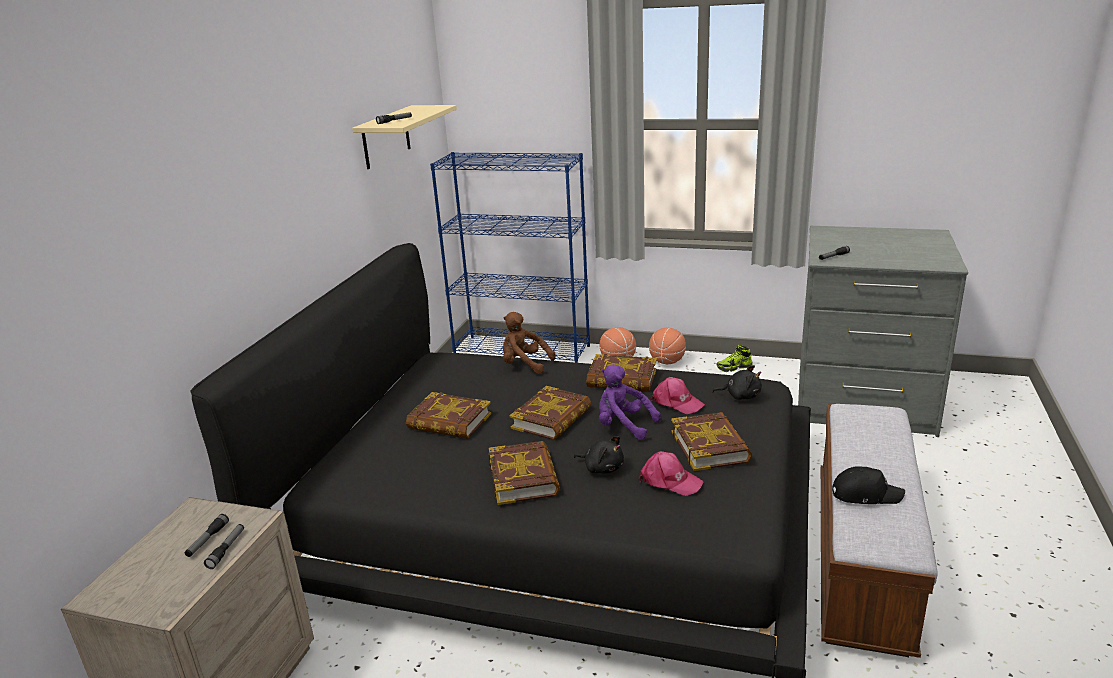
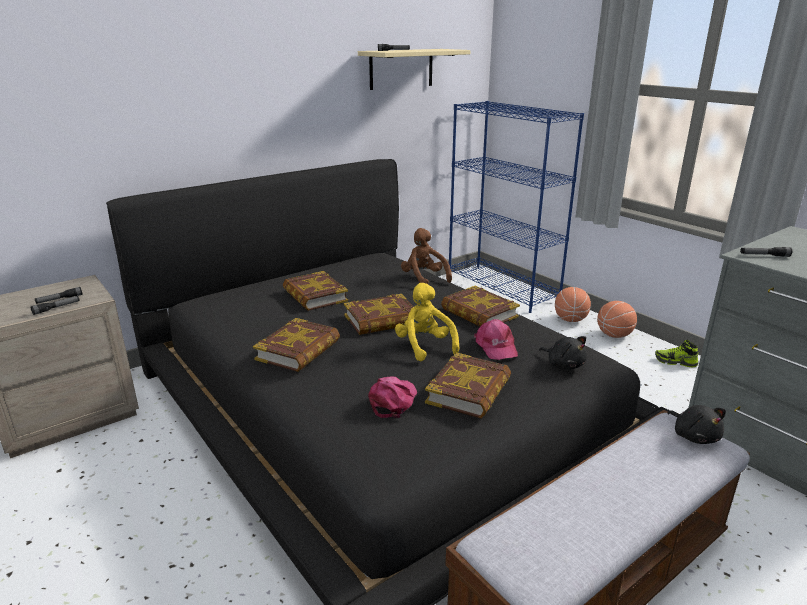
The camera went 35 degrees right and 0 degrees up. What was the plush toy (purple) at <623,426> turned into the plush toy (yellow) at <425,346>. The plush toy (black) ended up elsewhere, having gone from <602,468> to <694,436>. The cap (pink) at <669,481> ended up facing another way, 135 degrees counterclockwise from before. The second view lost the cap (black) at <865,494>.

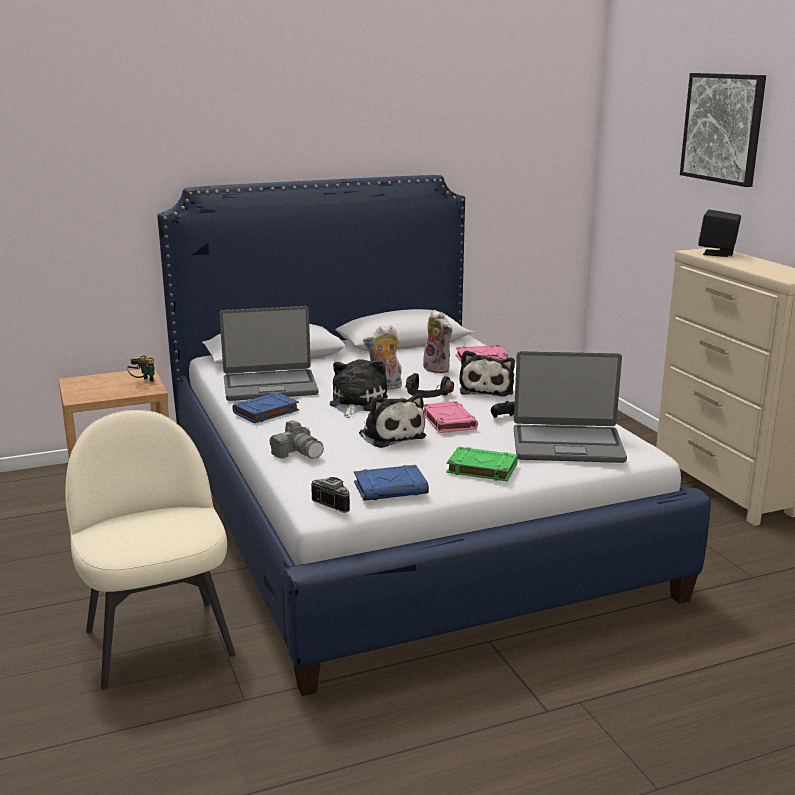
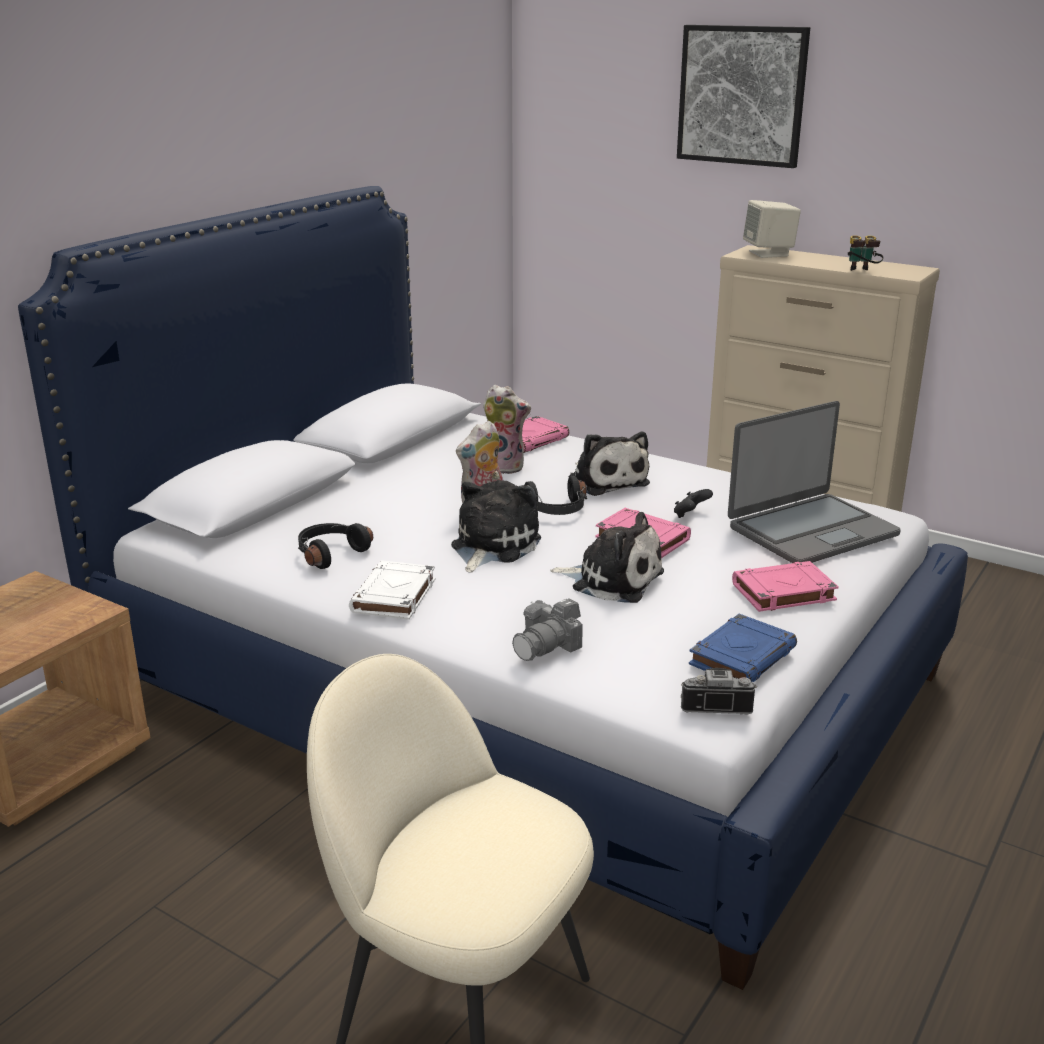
The camera went 35 degrees left and 5 degrees up. What was the speaker (black) at <717,253> turned into the speaker (beige) at <769,253>. Where the laptop stood at <270,386>, the headphones (black) came to stand at <330,553>. The binoculars ended up elsewhere, having gone from <143,382> to <861,272>. The plush toy at <356,403> ended up facing another way, 45 degrees clockwise from before. What was the book (blue) at <265,412> turned into the book (white) at <394,597>. The photo camera at <298,453> ended up facing another way, 120 degrees clockwise from before. What was the book (green) at <481,468> turned into the book (pink) at <782,592>.

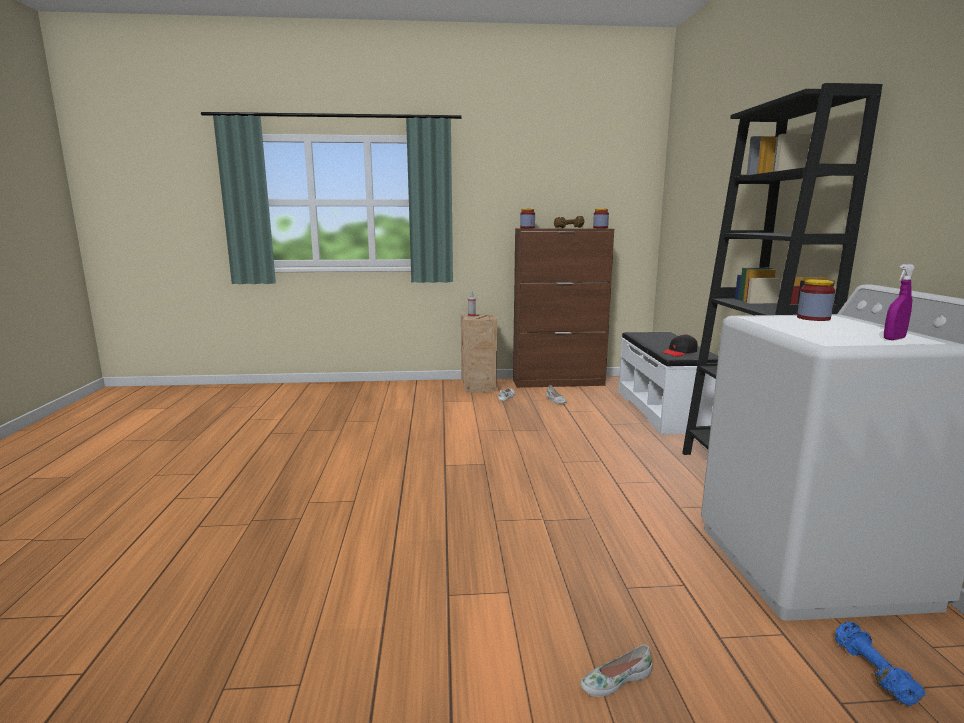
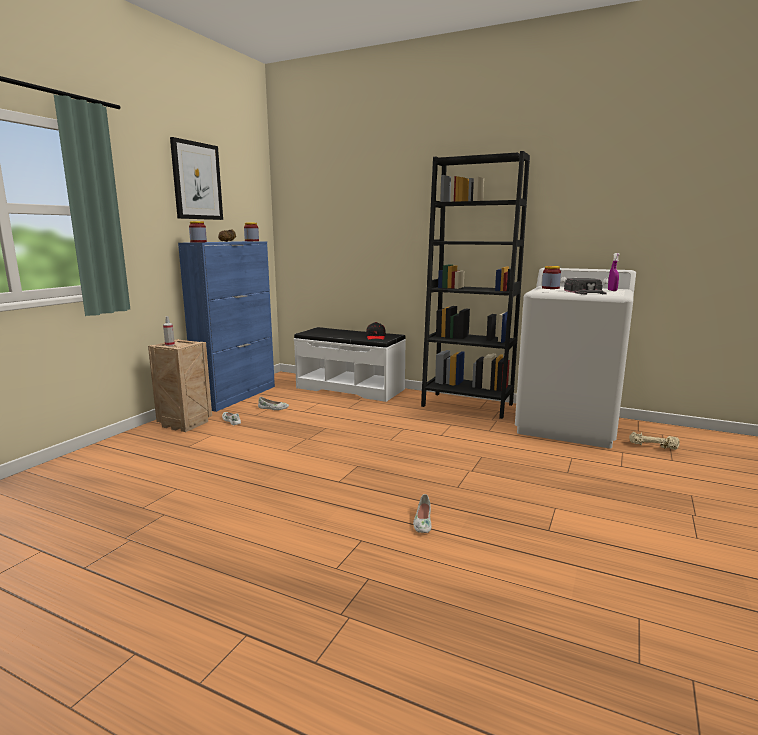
The camera went 60 degrees left and 0 degrees up. What was the cabinet (brown) at <558,382> turned into the cabinet (blue) at <237,396>. What was the dumbbell (blue) at <871,672> turned into the dumbbell (beige) at <653,447>. The shoe (white) ended up elsewhere, having gone from <615,680> to <422,522>. The second view gained the picture at <196,181>. The second view gained the cap (black) at <585,292>.

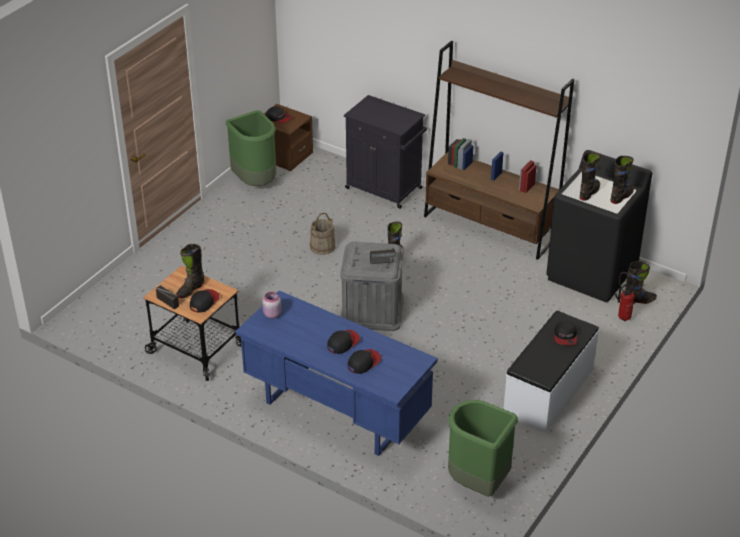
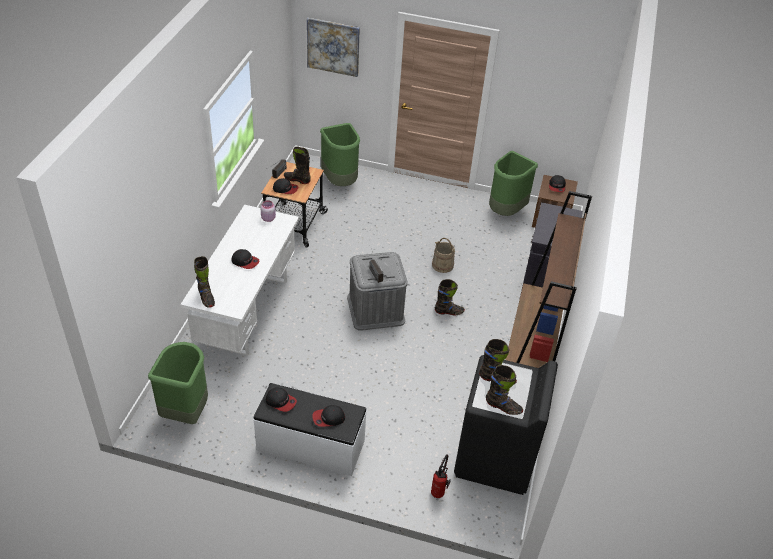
The camera went 70 degrees right and 5 degrees up. The boot (black) ended up elsewhere, having gone from <639,300> to <206,298>. What was the desk (blue) at <335,412> turned into the desk (white) at <247,311>. The cap ended up elsewhere, having gone from <364,362> to <281,401>. The second view gained the picture at <333,47>. The second view gained the trash can (green) at <340,181>.

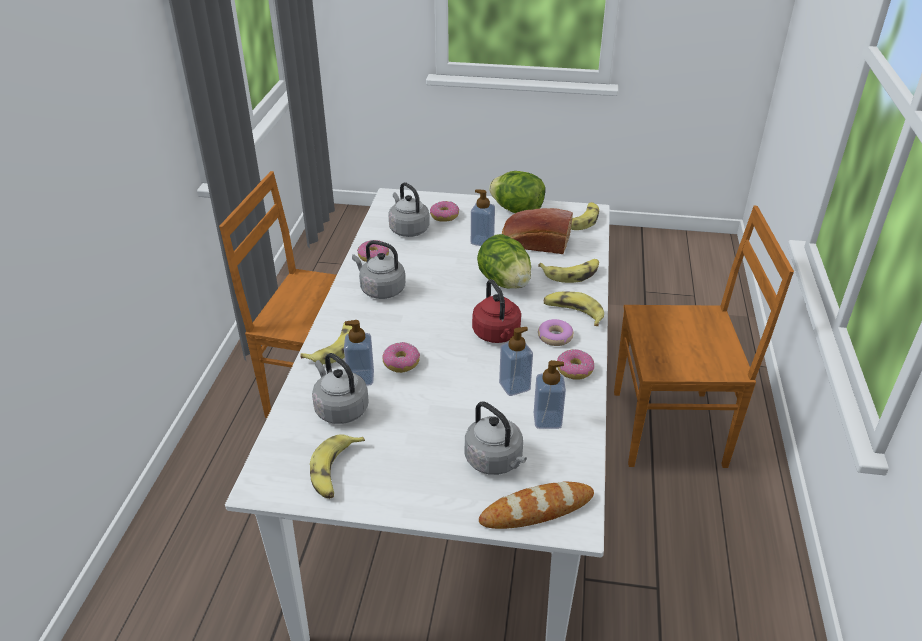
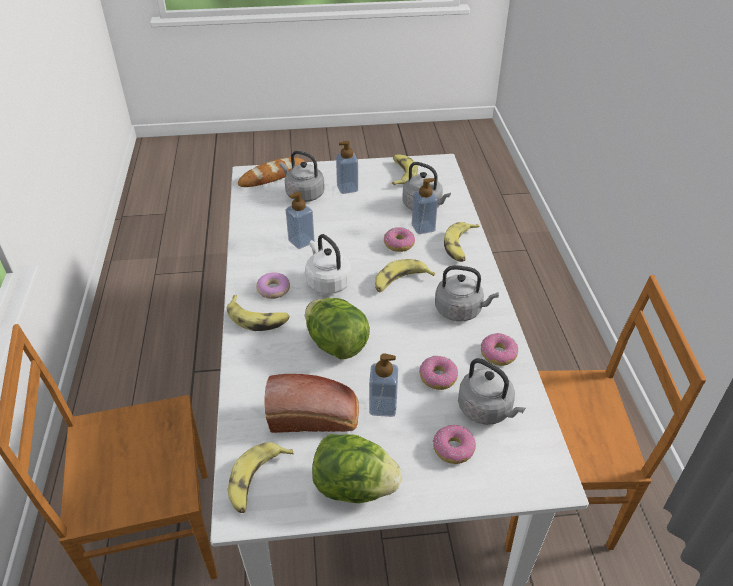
The camera went 165 degrees right and 5 degrees up. The banana ended up elsewhere, having gone from <571,274> to <400,282>. What was the kettle (red) at <497,335> turned into the kettle (white) at <327,282>. The donut ended up elsewhere, having gone from <575,370> to <437,377>. The soap dispenser ended up elsewhere, having gone from <547,420> to <347,188>.

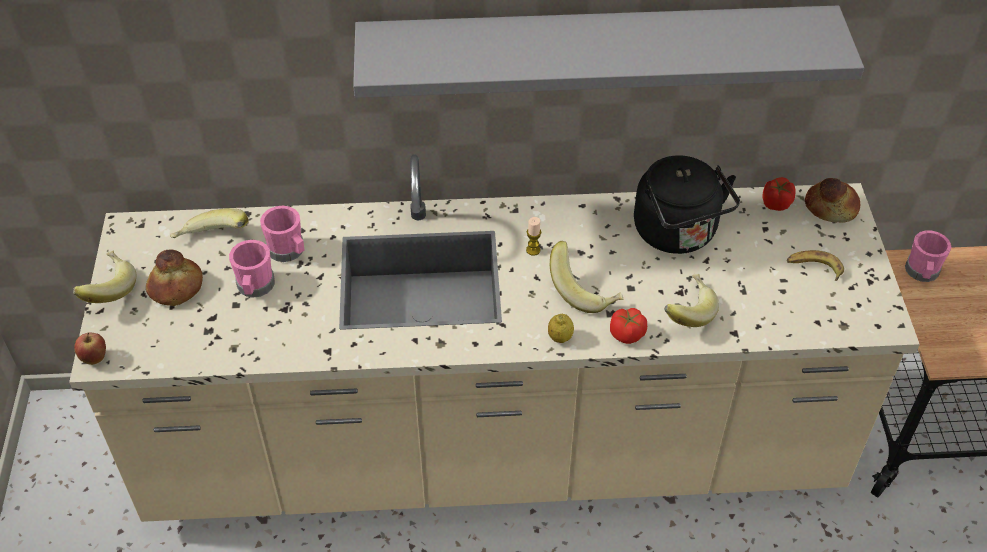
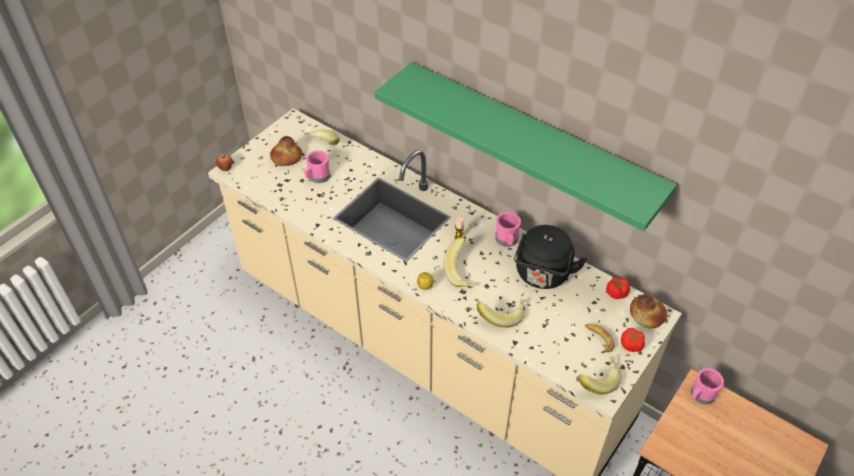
The camera went 40 degrees right and 0 degrees up. What was the shelf (grey) at <596,49> turned into the shelf (green) at <531,140>. The mug (pink) ended up elsewhere, having gone from <288,251> to <507,240>. The banana ended up elsewhere, having gone from <107,289> to <597,380>. The tomato ended up elsewhere, having gone from <627,334> to <631,345>.

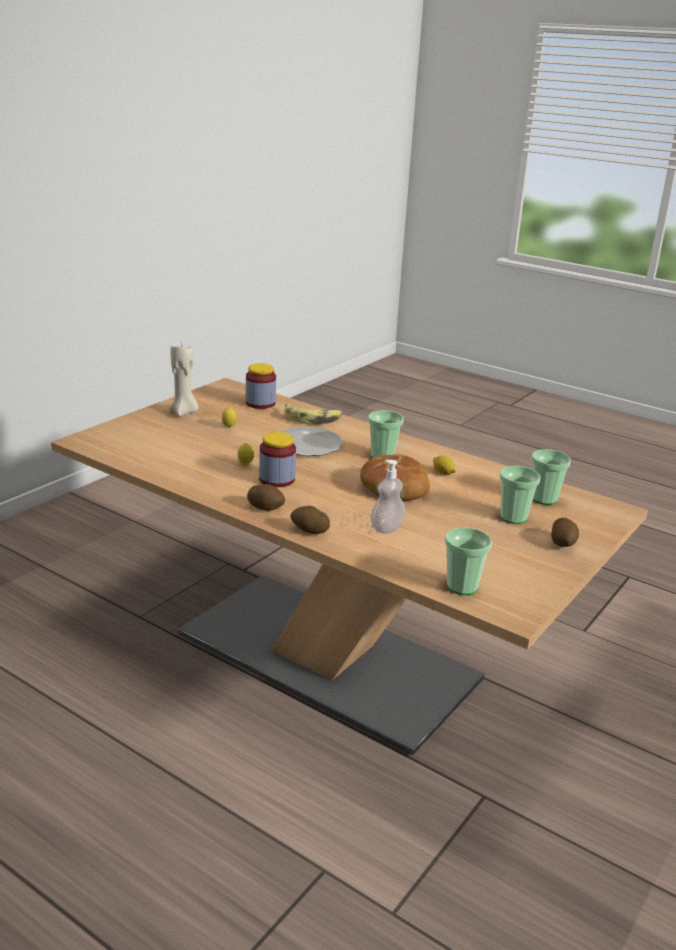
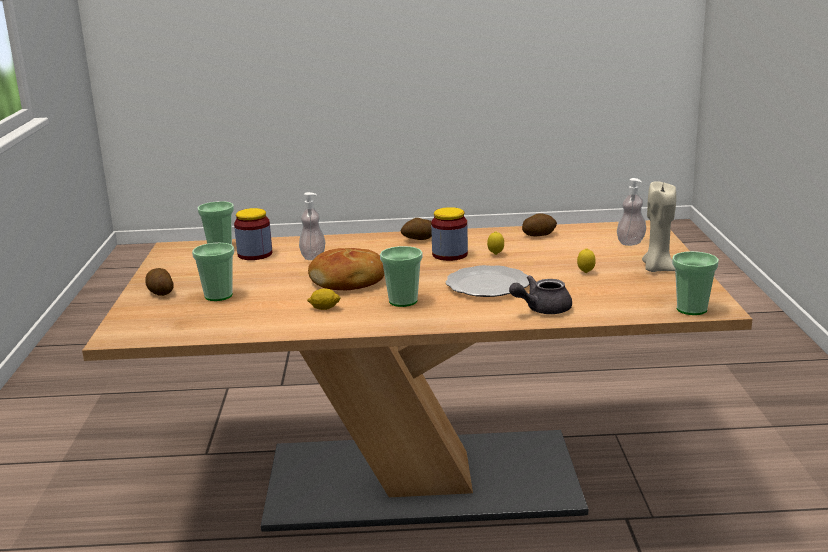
The camera went 145 degrees right and 5 degrees down. The jar ended up elsewhere, having gone from <260,403> to <255,254>. Where the banana stood at <312,419>, the teapot (grey) came to stand at <542,309>. The cup ended up elsewhere, having gone from <544,499> to <691,309>. The potato ended up elsewhere, having gone from <309,530> to <539,235>. The second view gained the soap dispenser at <630,243>.

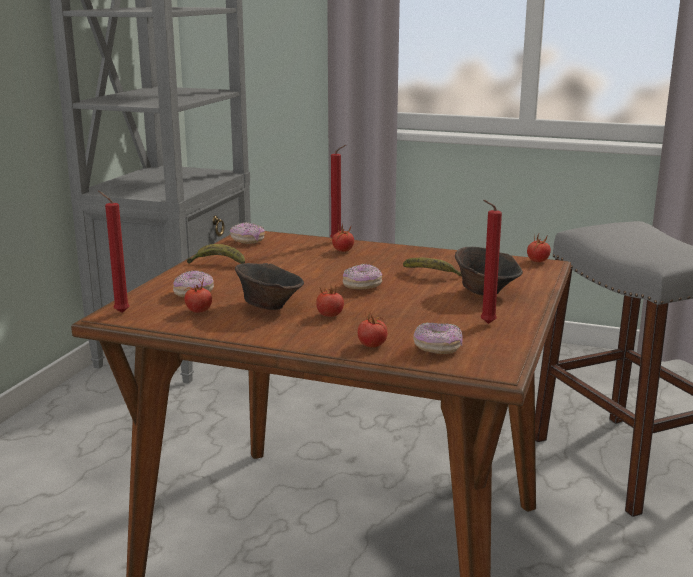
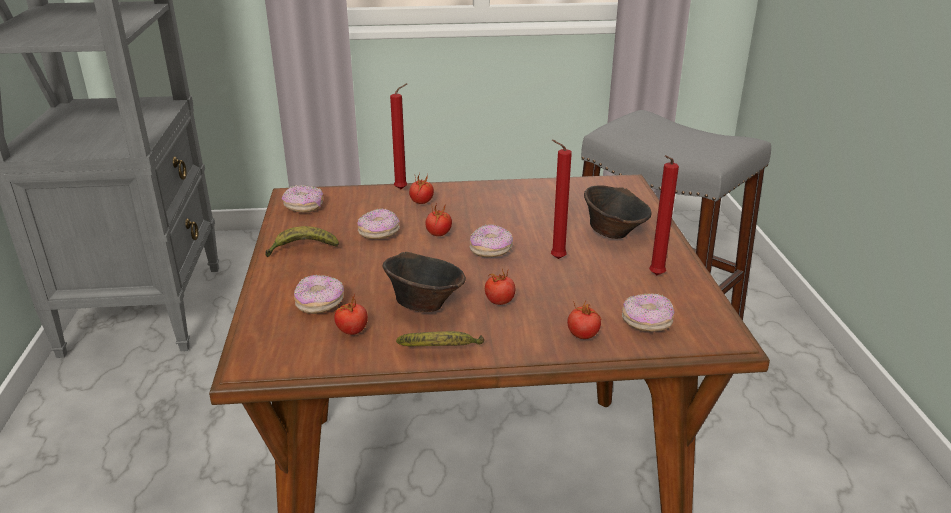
The camera went 25 degrees left and 10 degrees up. The candle (red) ended up elsewhere, having gone from <119,312> to <555,259>. The tomato ended up elsewhere, having gone from <537,261> to <438,234>. The banana ended up elsewhere, having gone from <431,275> to <441,350>. The second view gained the donut at <379,233>.

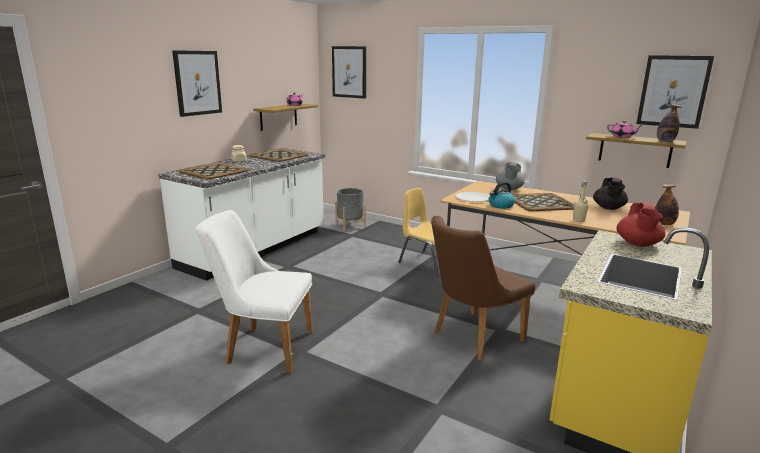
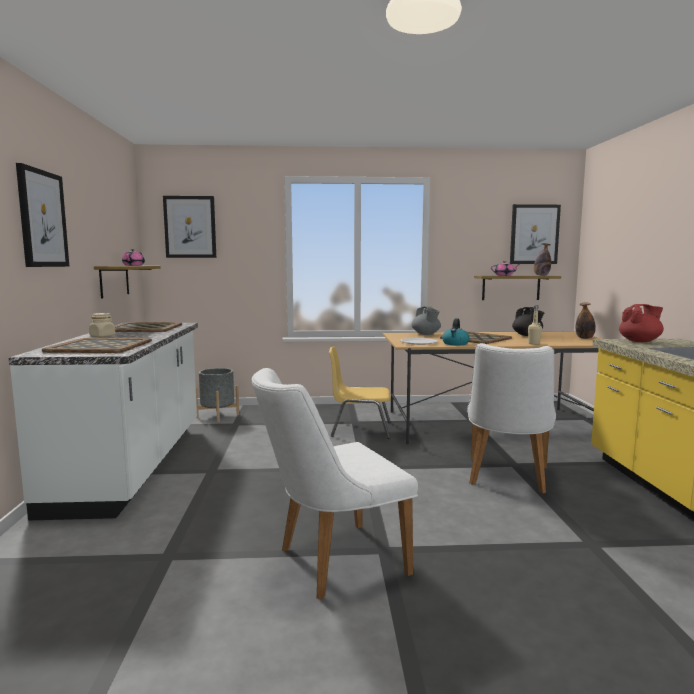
The camera went 35 degrees left and 10 degrees down. The teapot (red) at <638,244> ended up facing another way, 90 degrees counterclockwise from before. What was the chair (brown) at <471,338> turned into the chair (white) at <506,478>.

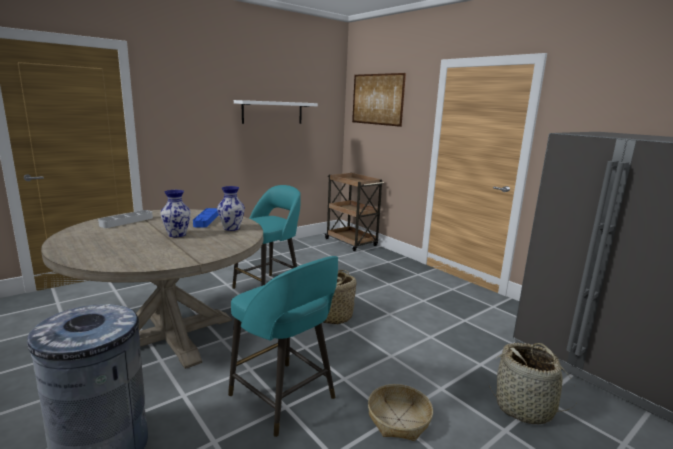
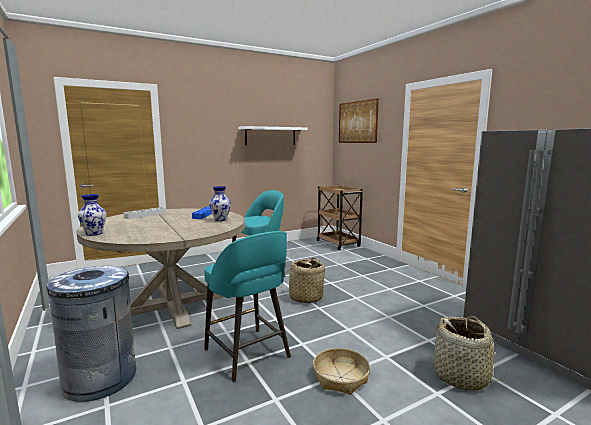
The camera went 10 degrees right and 5 degrees down. The vase ended up elsewhere, having gone from <177,235> to <94,233>.

